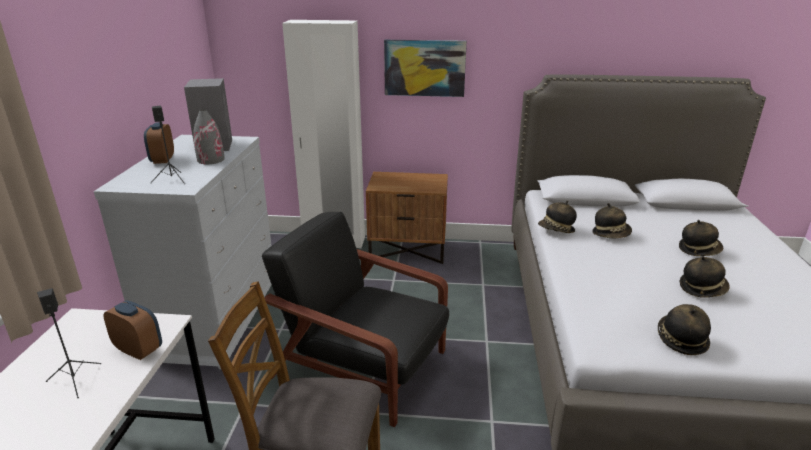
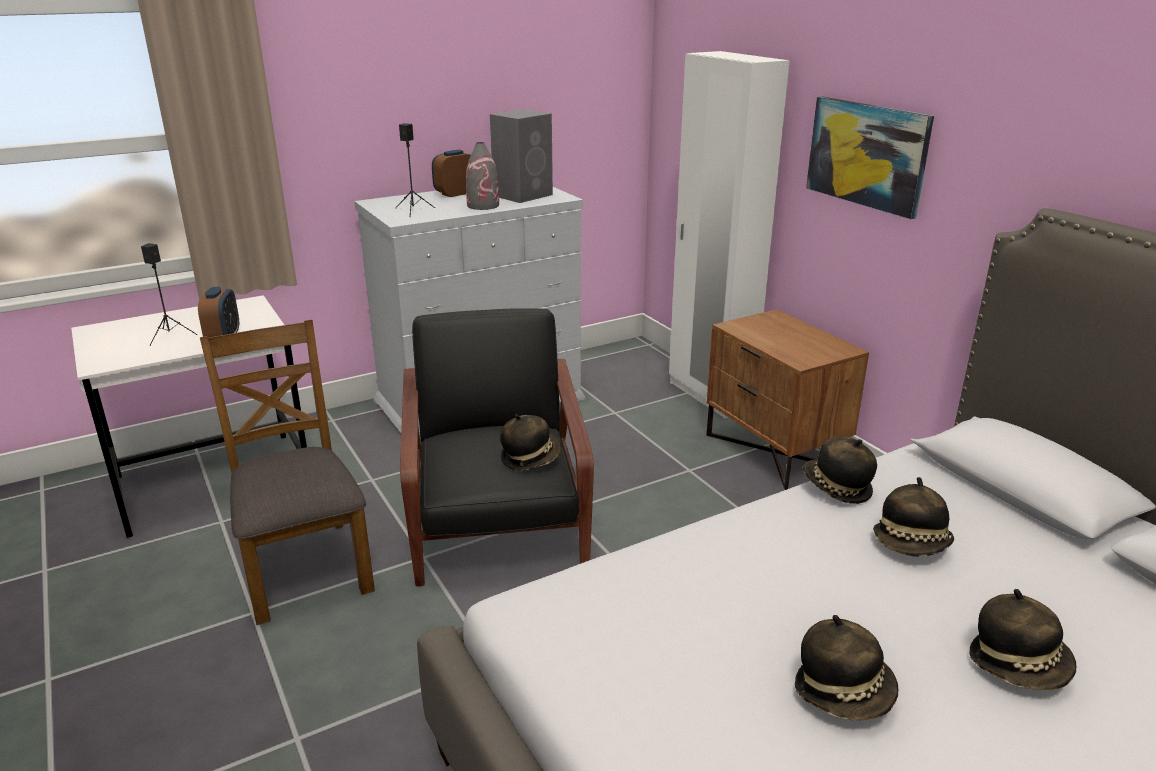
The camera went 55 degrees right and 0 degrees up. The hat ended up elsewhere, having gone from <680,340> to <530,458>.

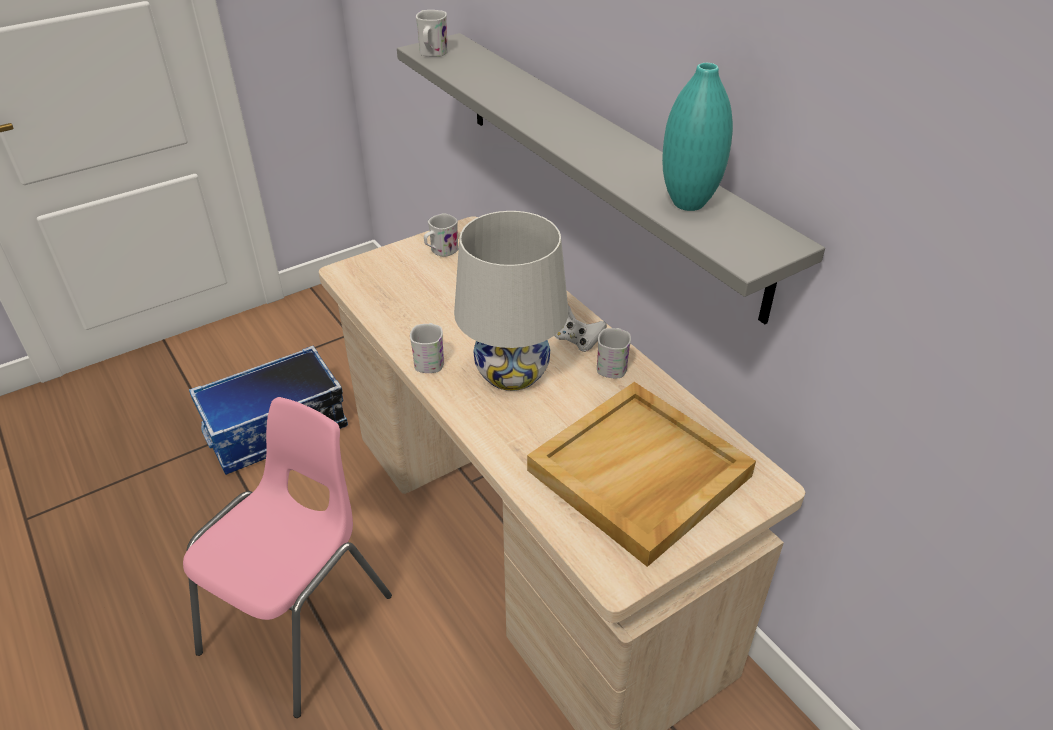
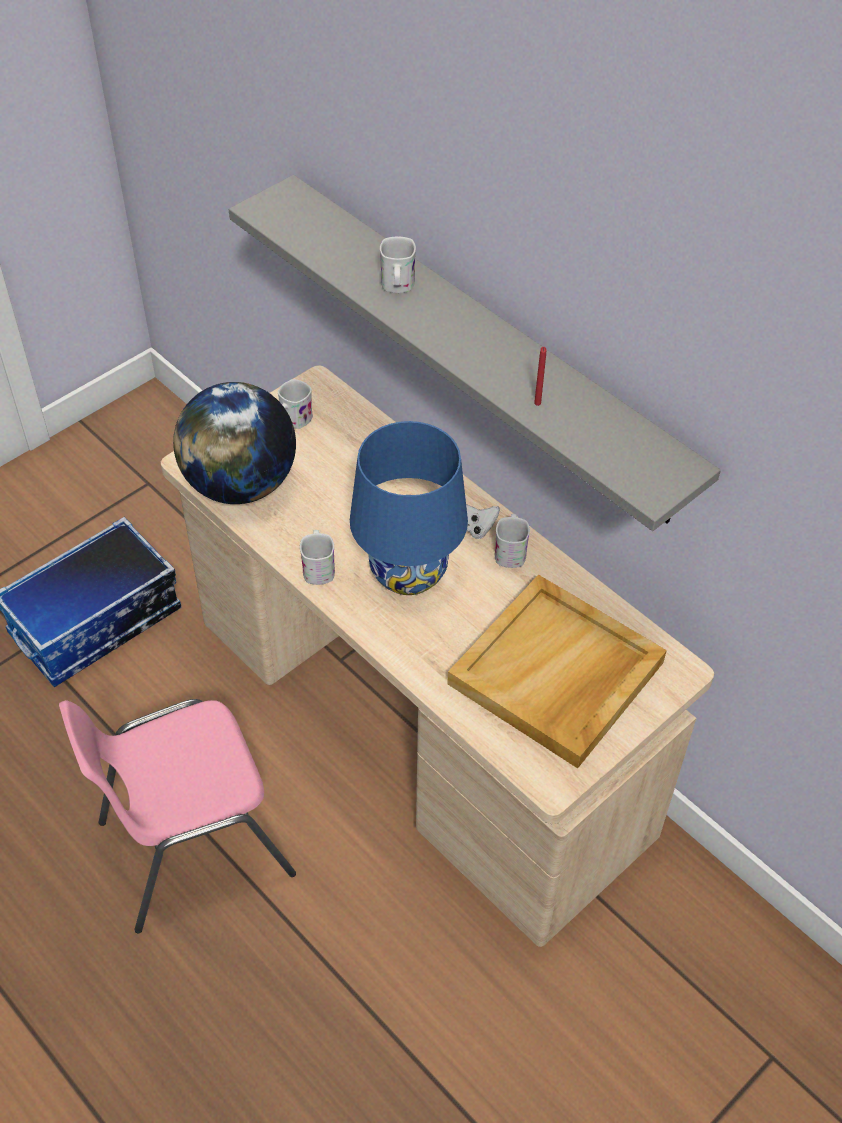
The camera went 10 degrees left and 10 degrees up. The mug (white) ended up elsewhere, having gone from <432,54> to <397,287>. The second view lost the vase (turquoise) at <688,203>. What was the table lamp (white) at <512,372> turned into the table lamp (blue) at <408,573>. The chair (pink) at <301,624> ended up facing another way, 135 degrees counterclockwise from before. The second view gained the candle (red) at <537,403>. The second view gained the globe at <240,484>.

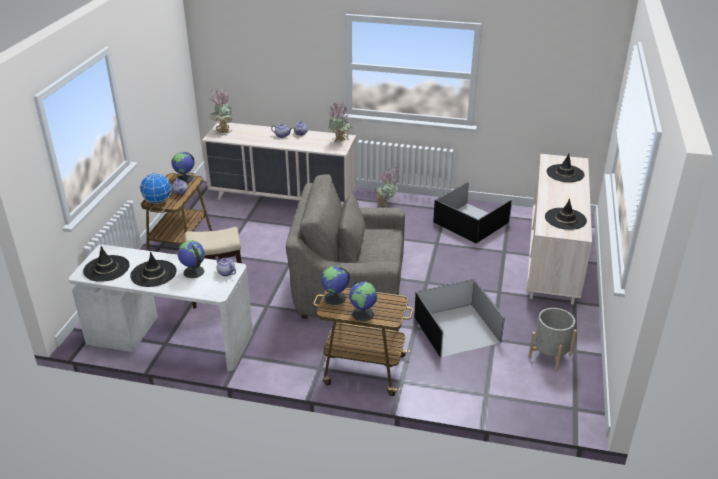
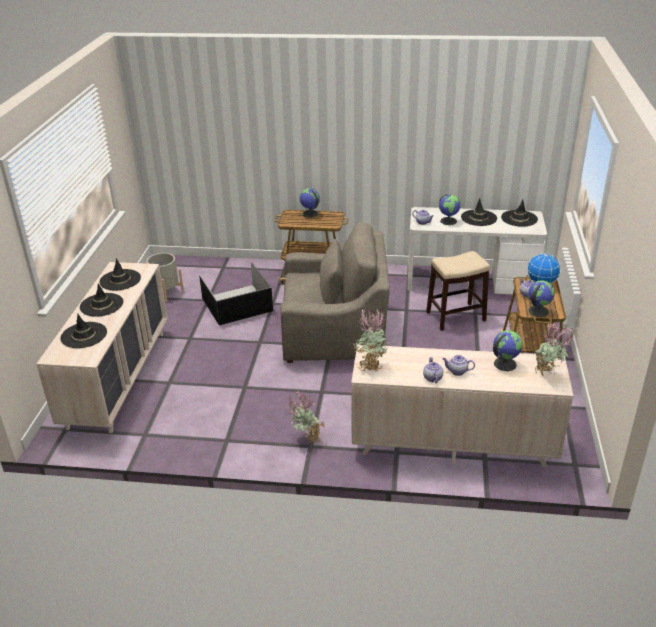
The camera went 175 degrees right and 0 degrees up. The second view lost the storage box (black) at <471,223>. The globe ended up elsewhere, having gone from <335,298> to <504,364>. The second view gained the hat (black) at <101,305>.

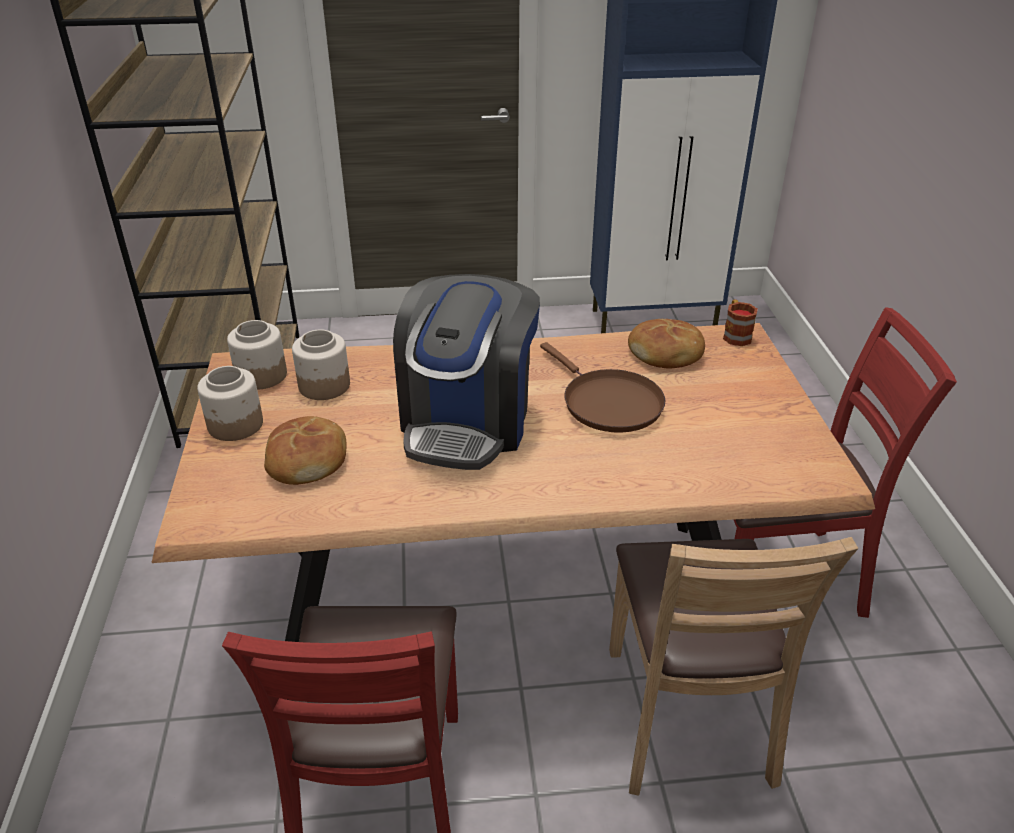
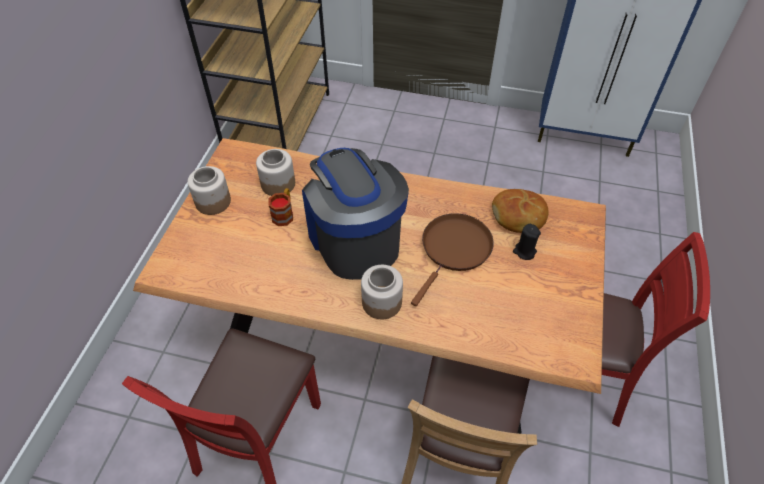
The camera went 20 degrees right and 15 degrees up. The coffee machine at <468,421> ended up facing another way, 120 degrees clockwise from before. The mug ended up elsewhere, having gone from <735,334> to <284,214>. The jar ended up elsewhere, having gone from <260,375> to <381,302>. The frying pan (brown) at <607,403> ended up facing another way, 135 degrees counterclockwise from before. The second view lost the bread at <308,461>. The second view gained the candle (black) at <524,251>.

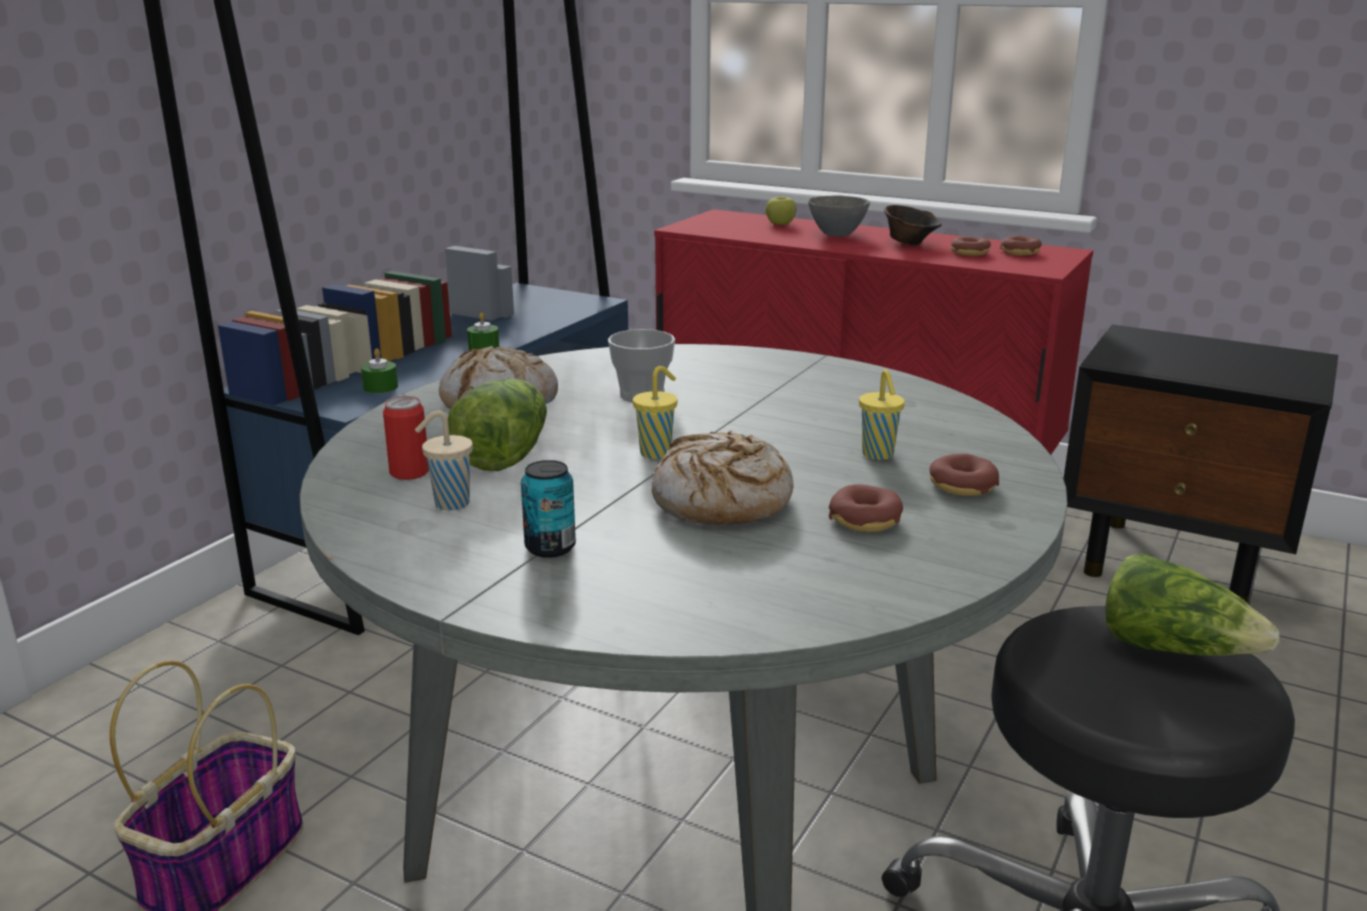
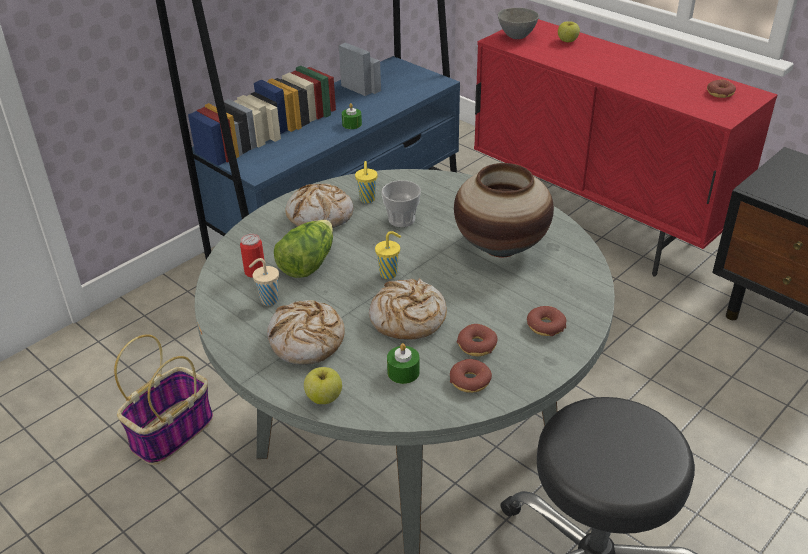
The camera went 15 degrees right and 15 degrees up. The bowl (grey) ended up elsewhere, having gone from <836,235> to <516,36>. The second view lost the bowl (brown) at <909,243>. The donut ended up elsewhere, having gone from <969,253> to <470,381>. The candle (green) ended up elsewhere, having gone from <380,387> to <403,372>. The cup (yellow) ended up elsewhere, having gone from <878,455> to <367,200>. Where the can stood at <550,547>, the bread came to stand at <307,341>. The second view lost the lettuce at <1174,649>. The second view gained the vase at <500,247>. The second view gained the apple at <324,397>.

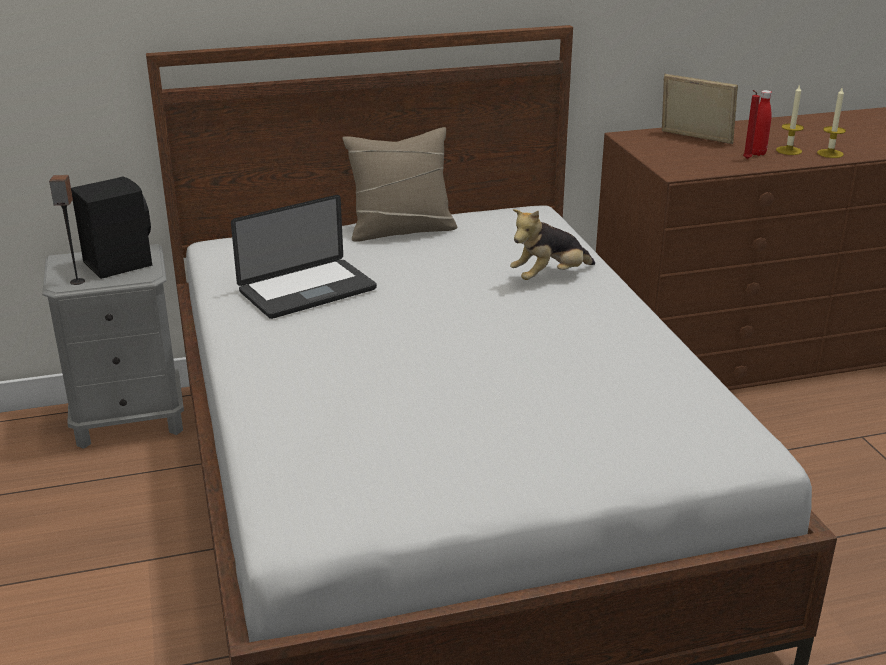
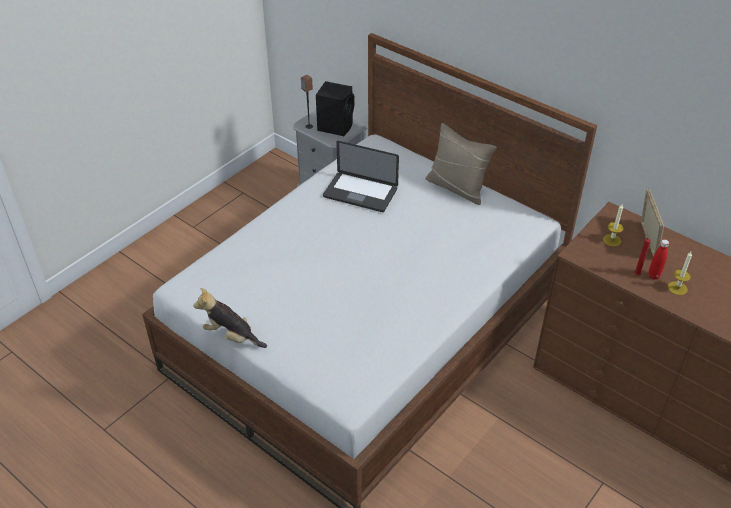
The camera went 55 degrees right and 15 degrees up. The candle ended up elsewhere, having gone from <830,153> to <612,240>. The plush toy ended up elsewhere, having gone from <549,277> to <231,336>.

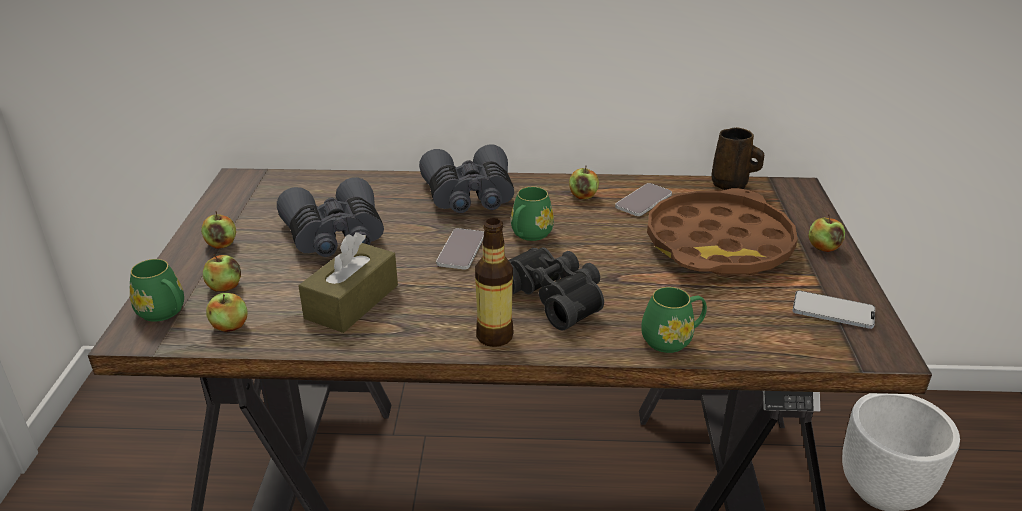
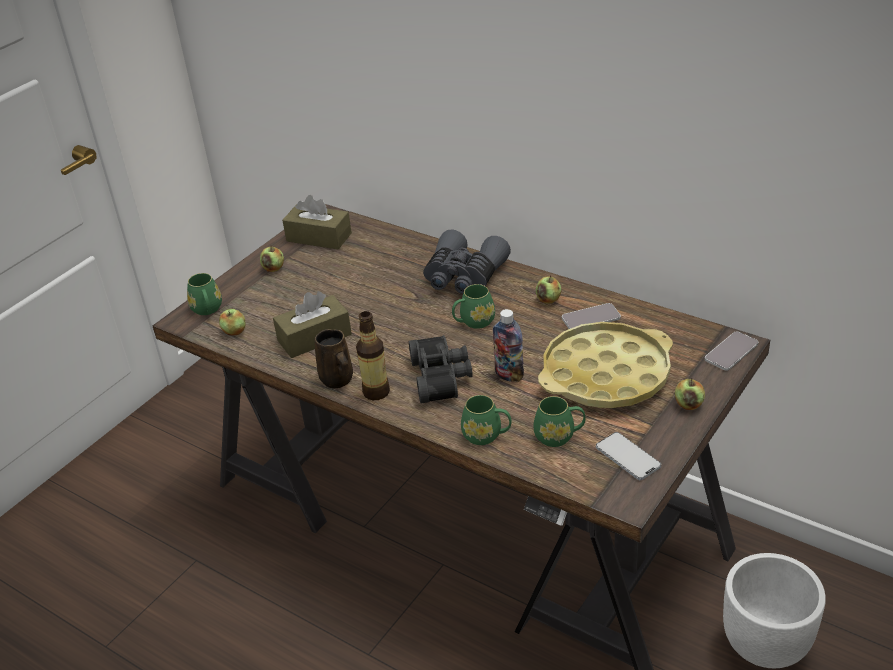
The camera went 35 degrees right and 5 degrees up. The mug (brown) ended up elsewhere, having gone from <731,185> to <337,380>. The second view lost the binoculars (grey) at <335,236>. What was the tray (brown) at <718,244> turned into the tray (yellow) at <606,375>. The phone ended up elsewhere, having gone from <461,250> to <731,352>. The second view lost the apple at <225,287>. The second view gained the tissue box (brown) at <319,237>. The second view gained the bottle at <509,375>. The second view gained the mug (green) at <559,436>.

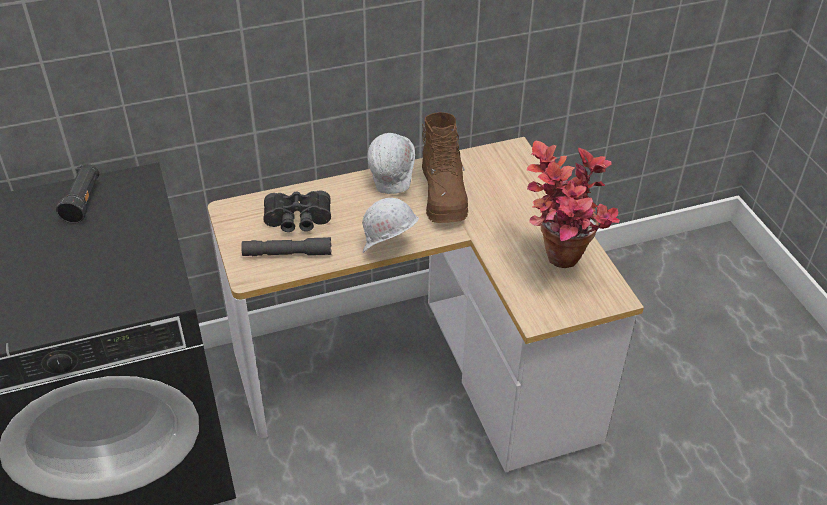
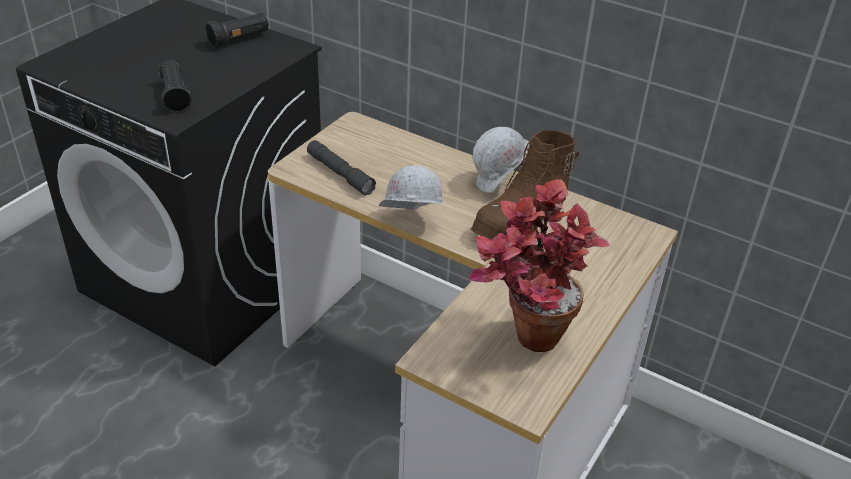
The camera went 50 degrees right and 5 degrees down. The second view lost the binoculars (black) at <298,221>. The second view gained the flashlight (black) at <175,96>.

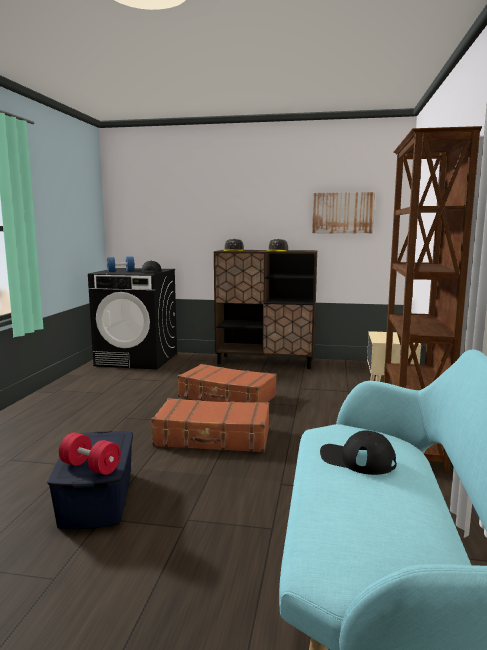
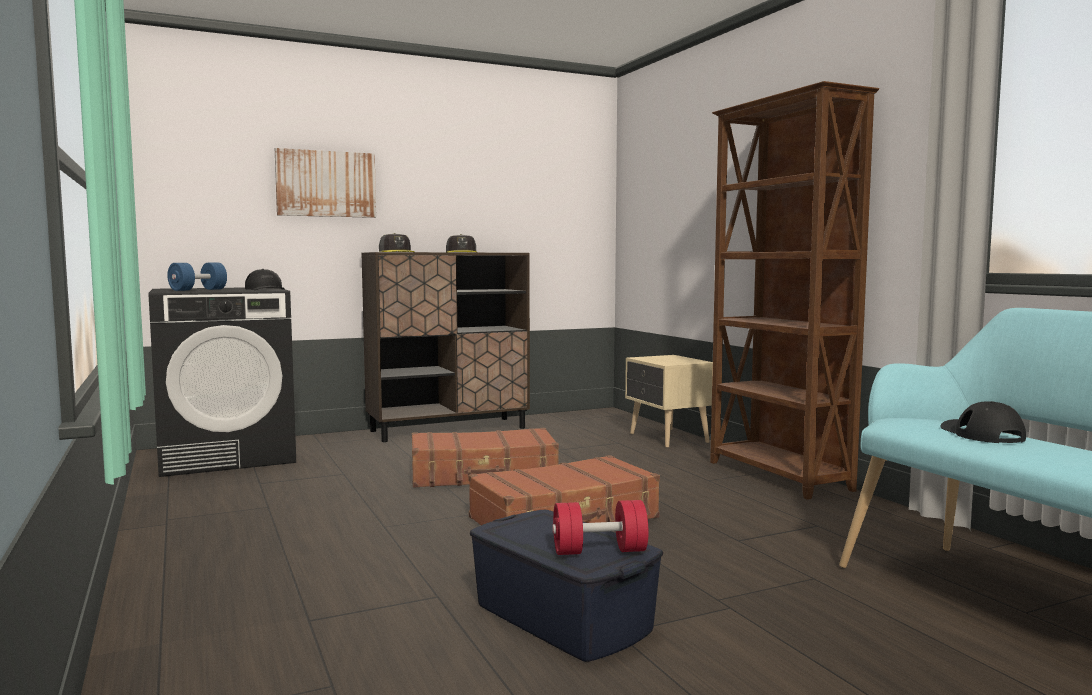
The camera went 35 degrees left and 5 degrees down. The picture ended up elsewhere, having gone from <343,213> to <326,184>. The cap (black) at <357,459> ended up facing another way, 90 degrees clockwise from before.

